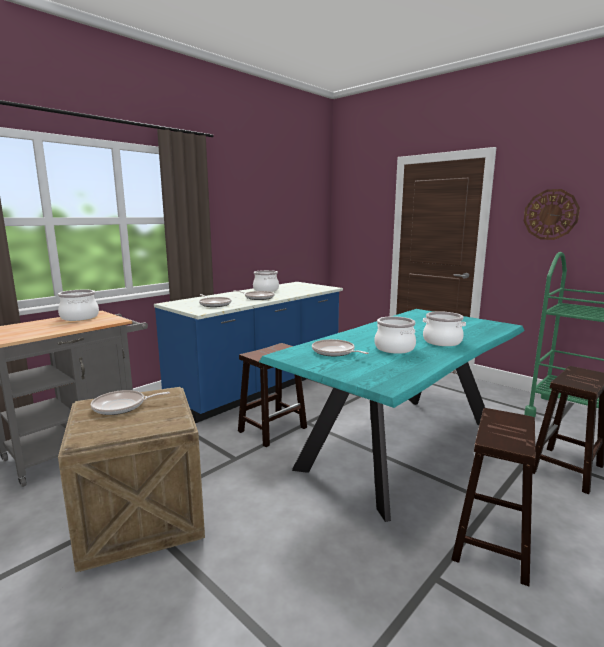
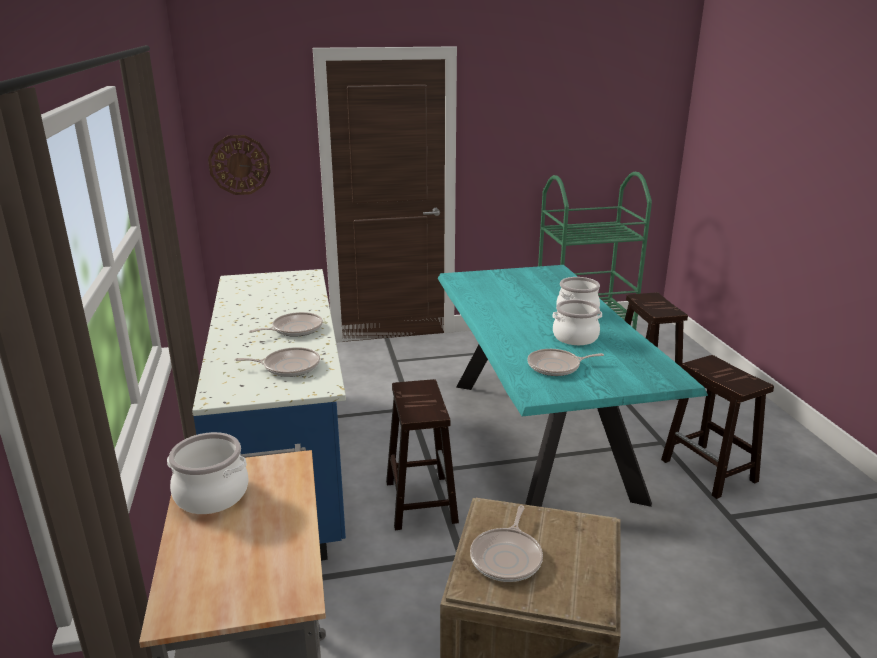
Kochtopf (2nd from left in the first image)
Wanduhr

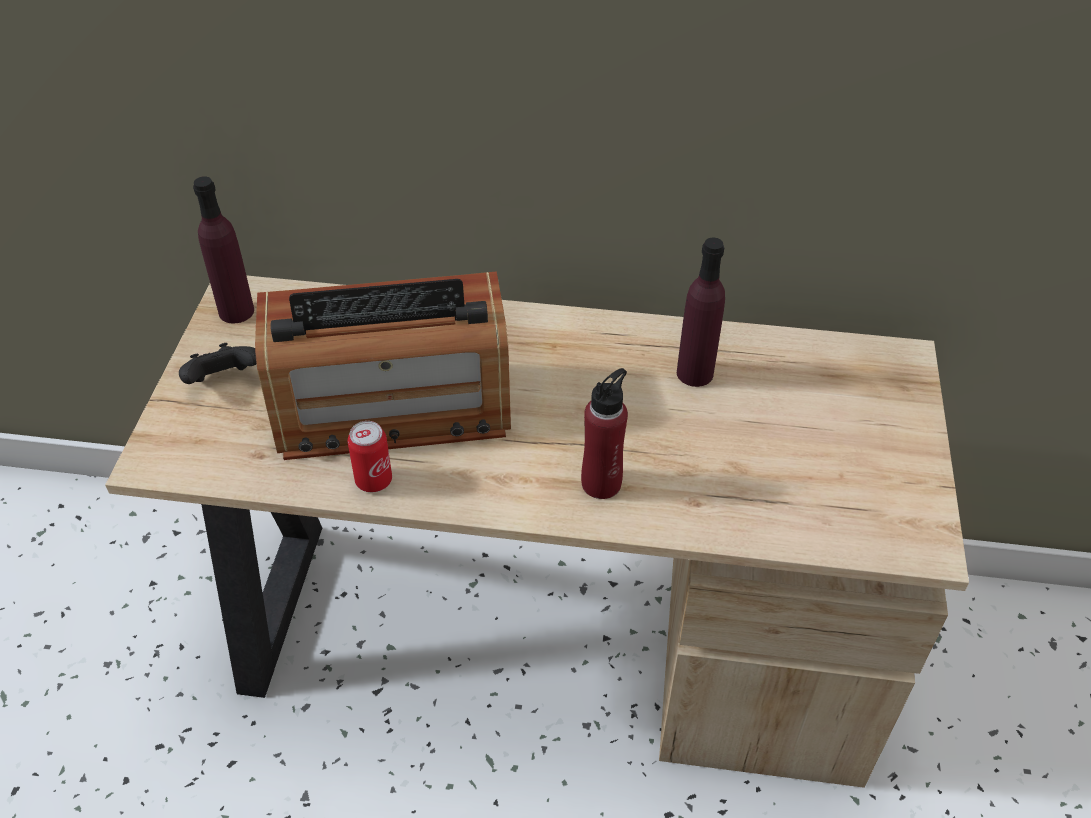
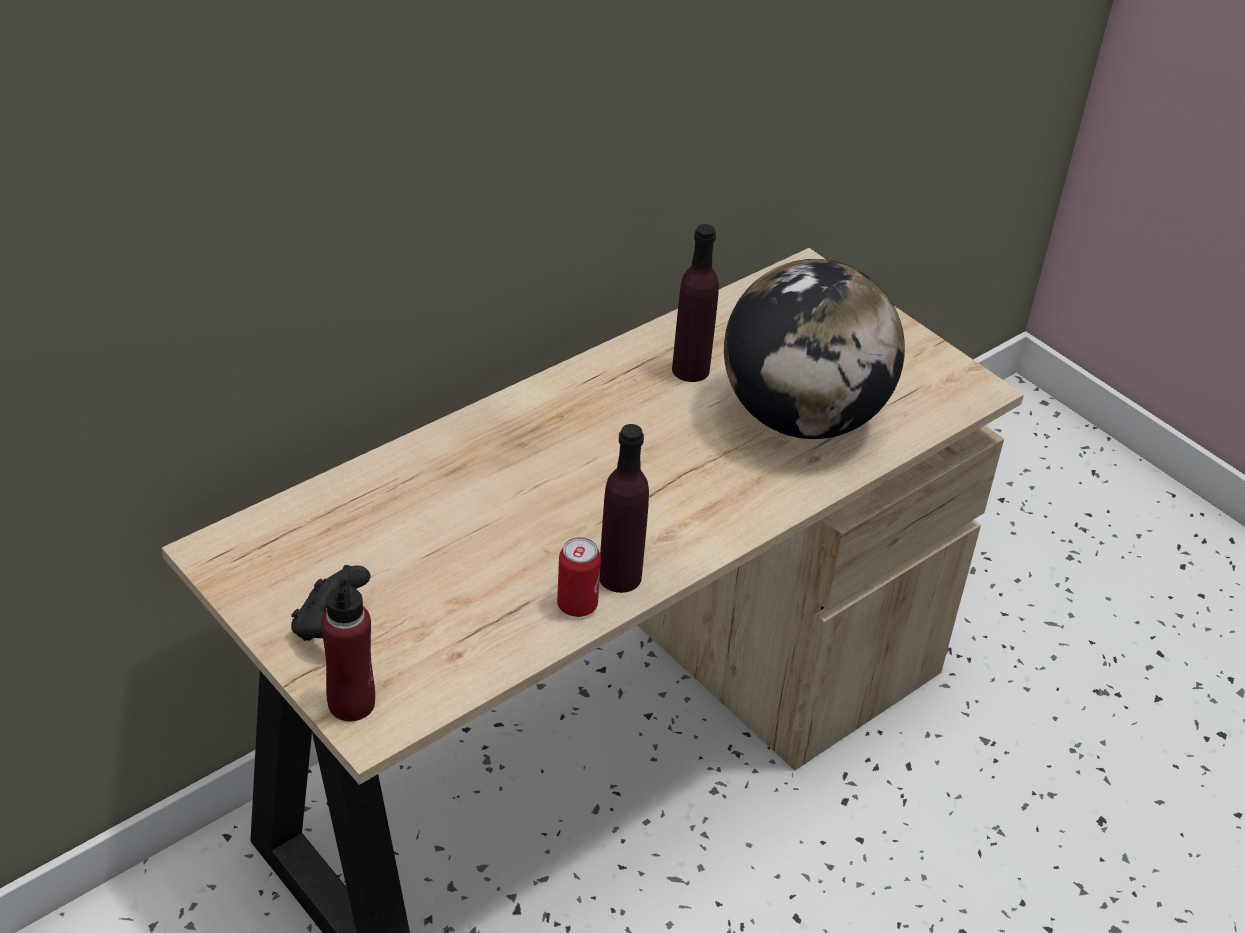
Flasche/lila (1st from left)
Radio
Flasche/rot
Globus

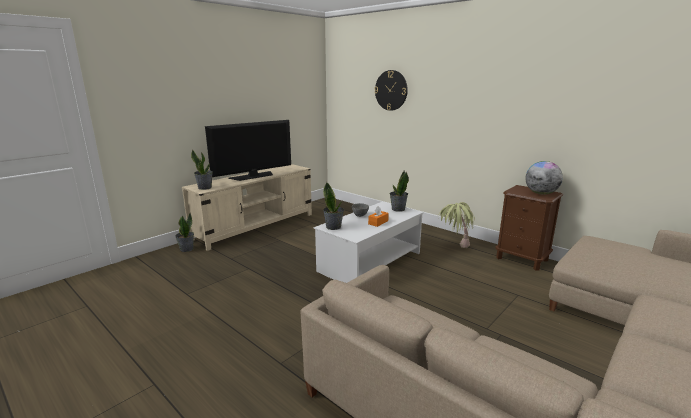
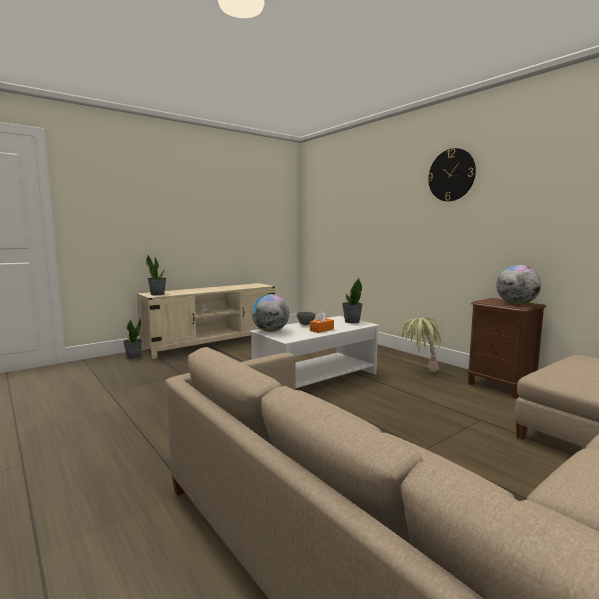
Fernseher
Globus (1st from left)
Wanduhr

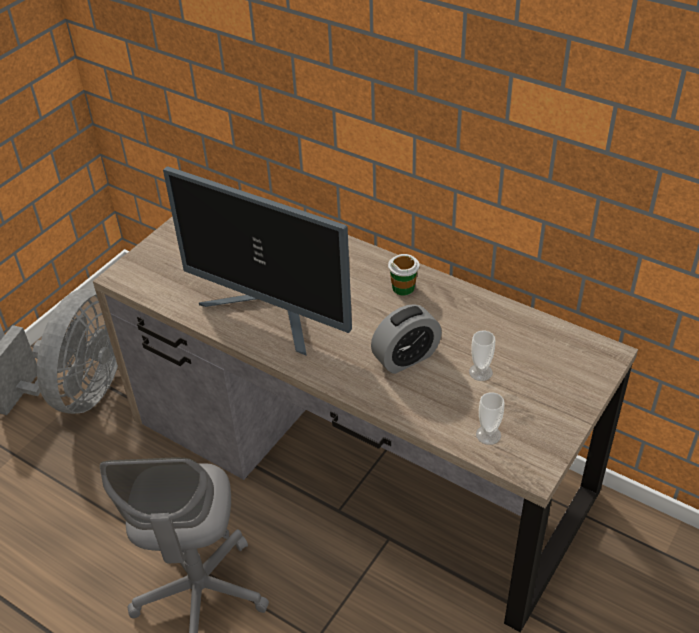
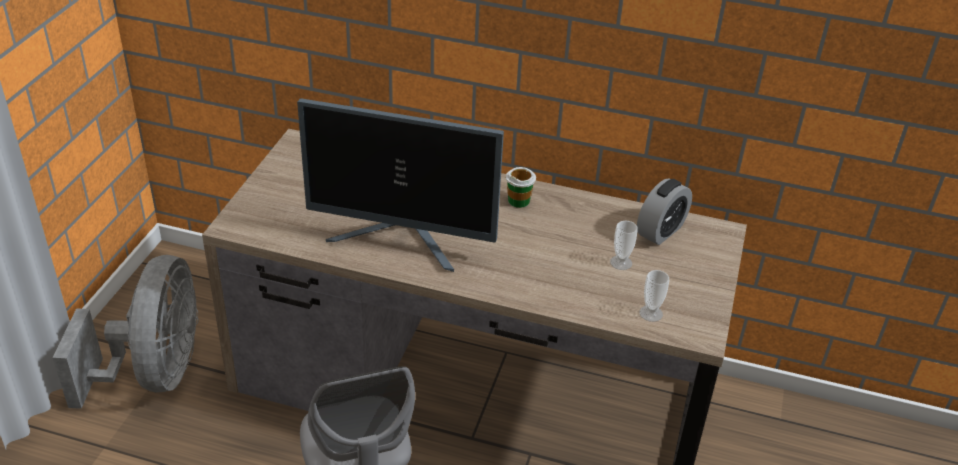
Wecker

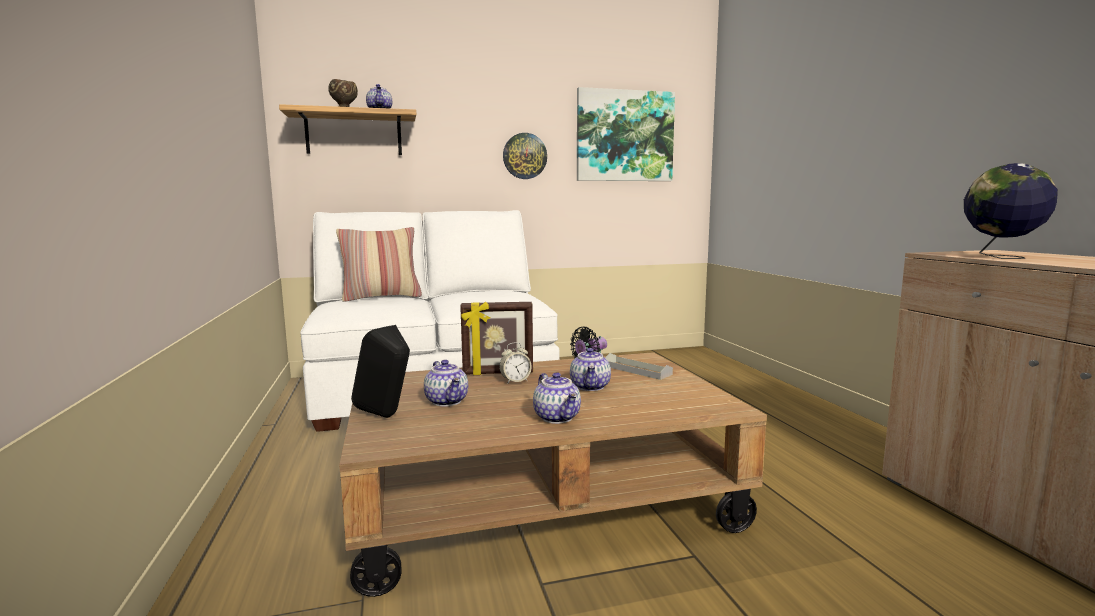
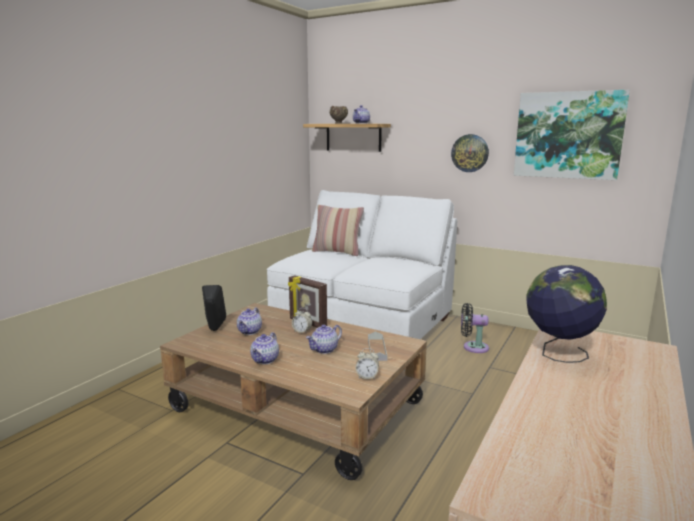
Wecker (2nd from left)

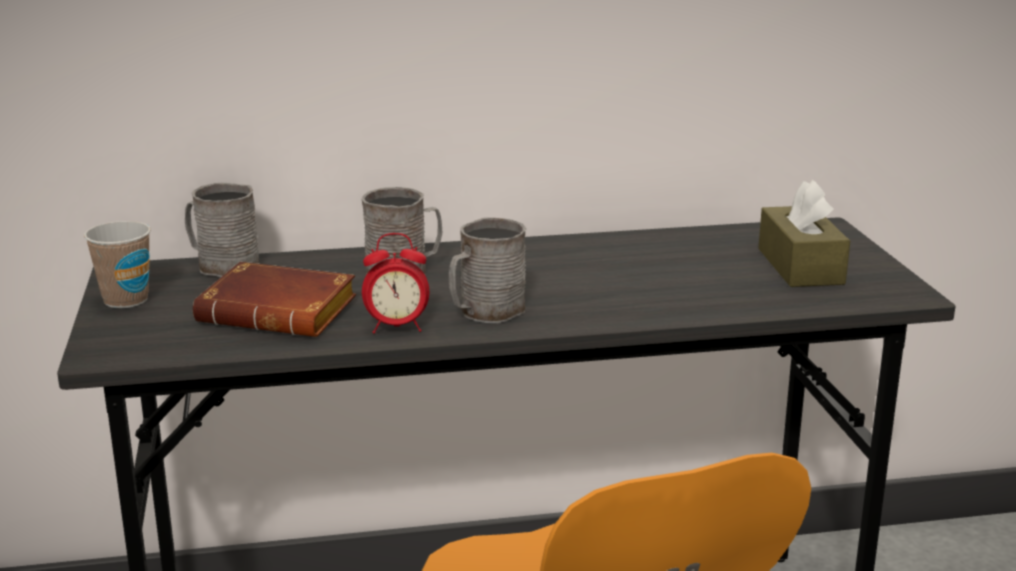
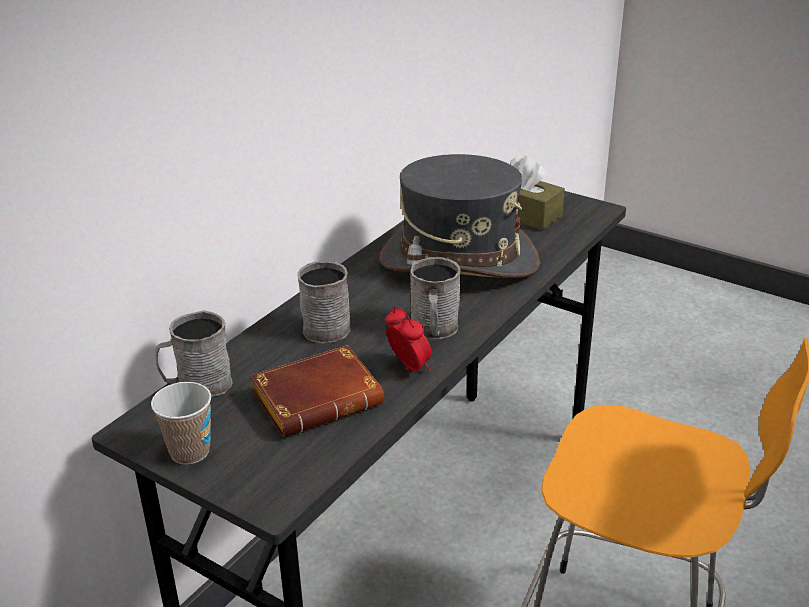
Wecker
Hut/grau

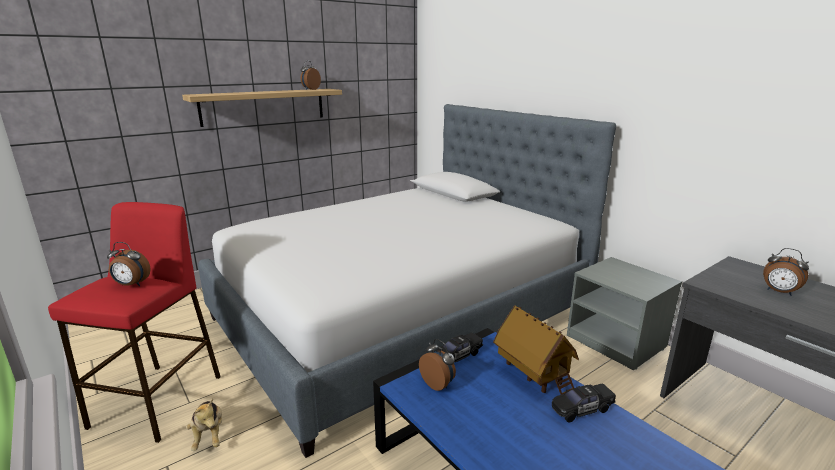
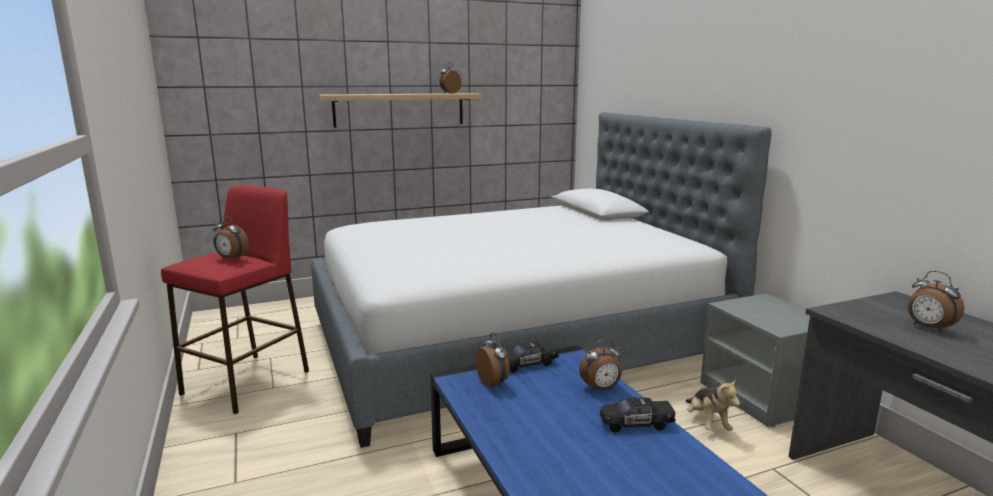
Plüschtier
Wecker (4th from left)

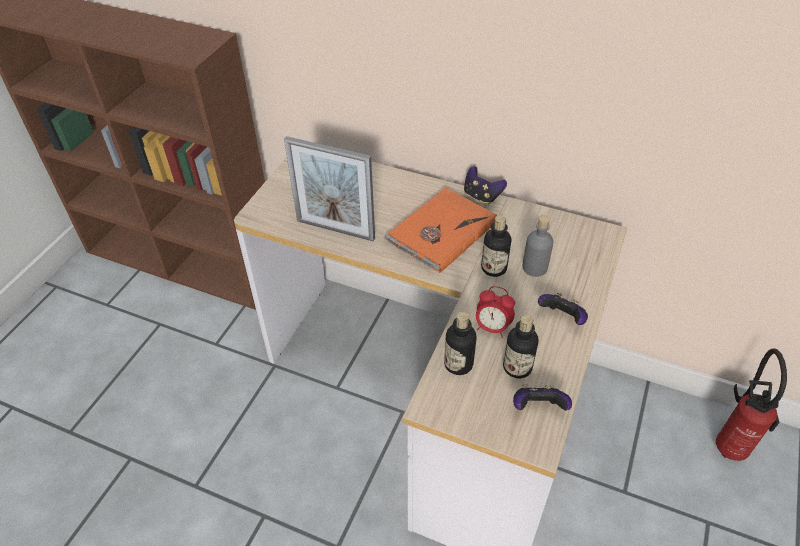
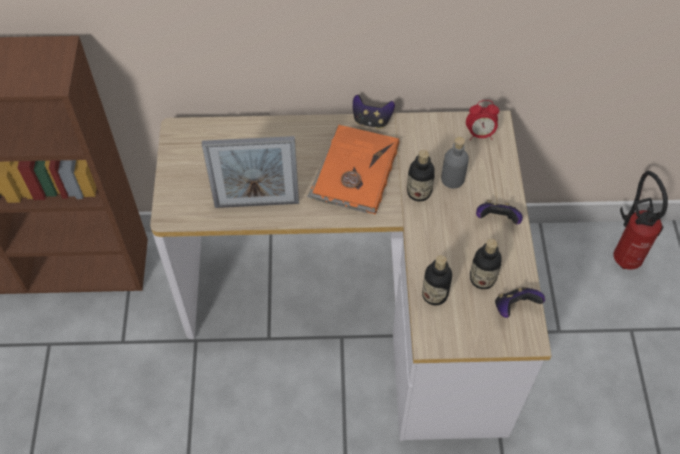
Wecker

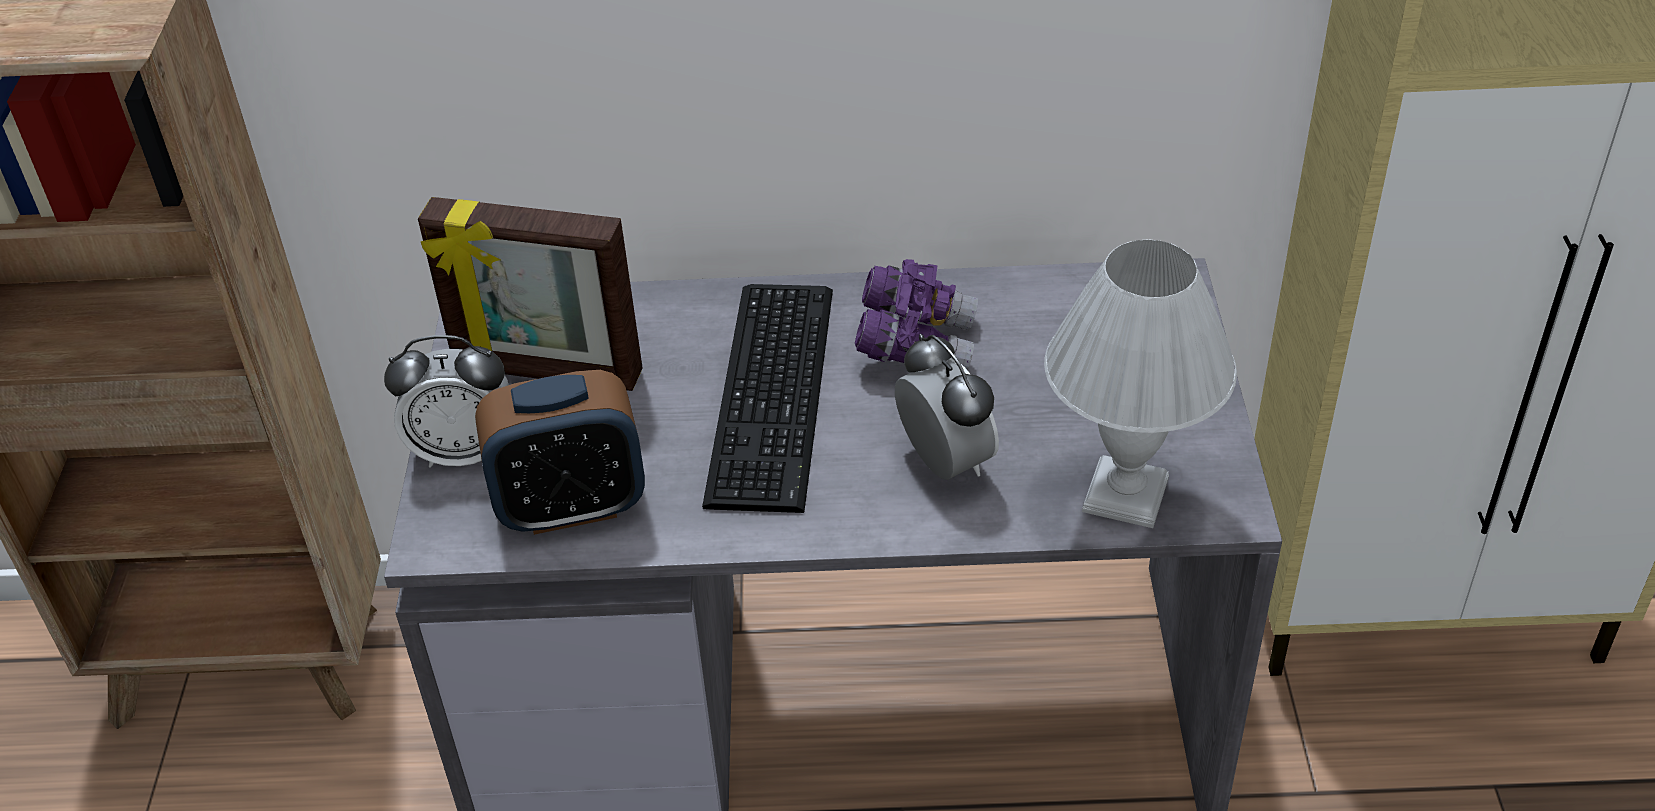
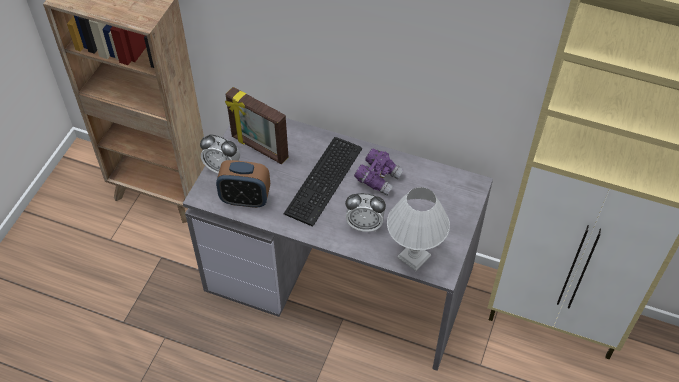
Wecker (3rd from left)

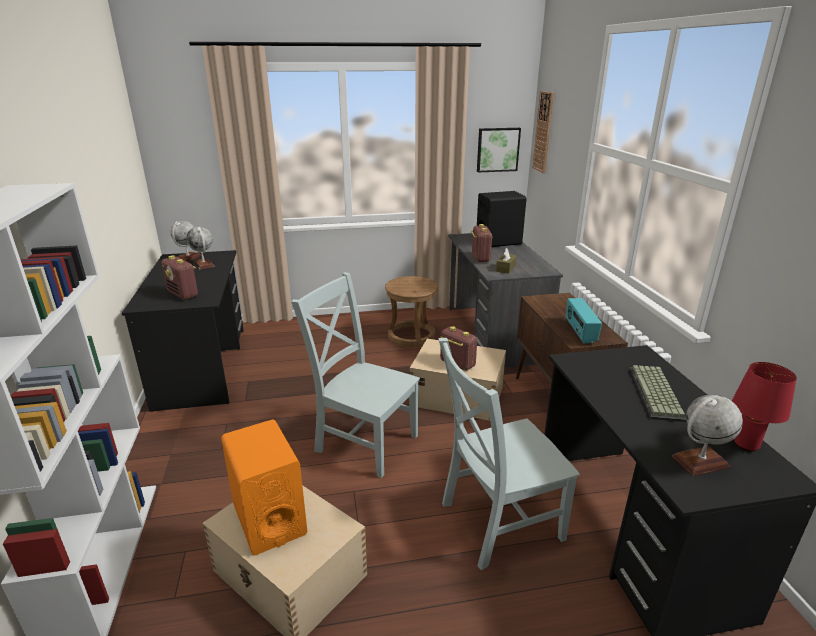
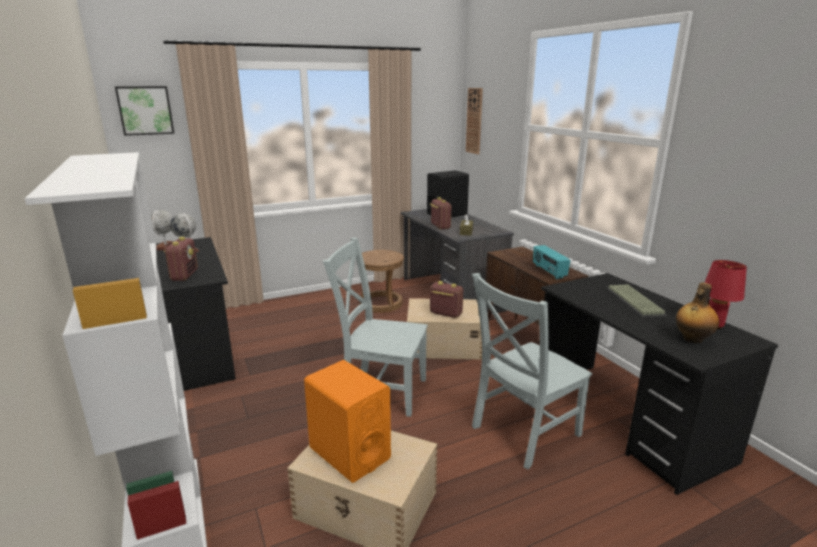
Radio (1st from left)
Bild
Flasche

